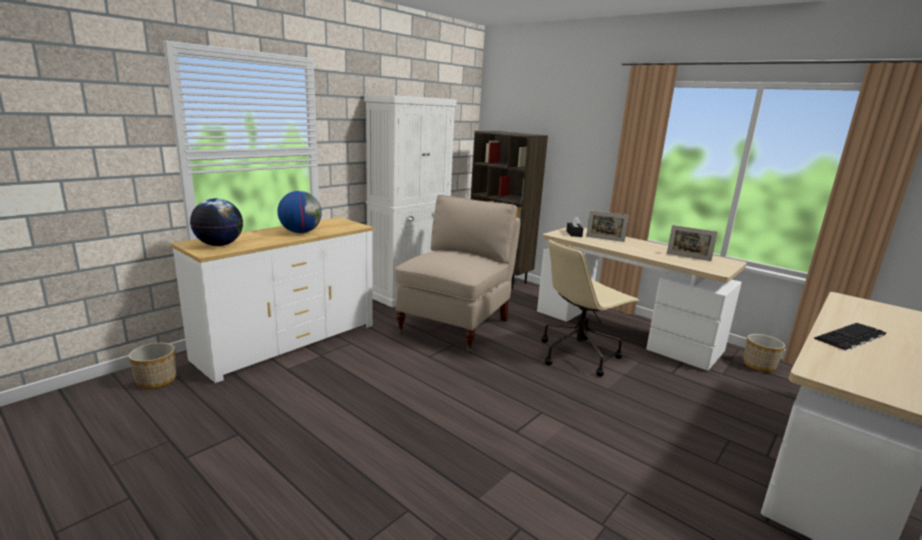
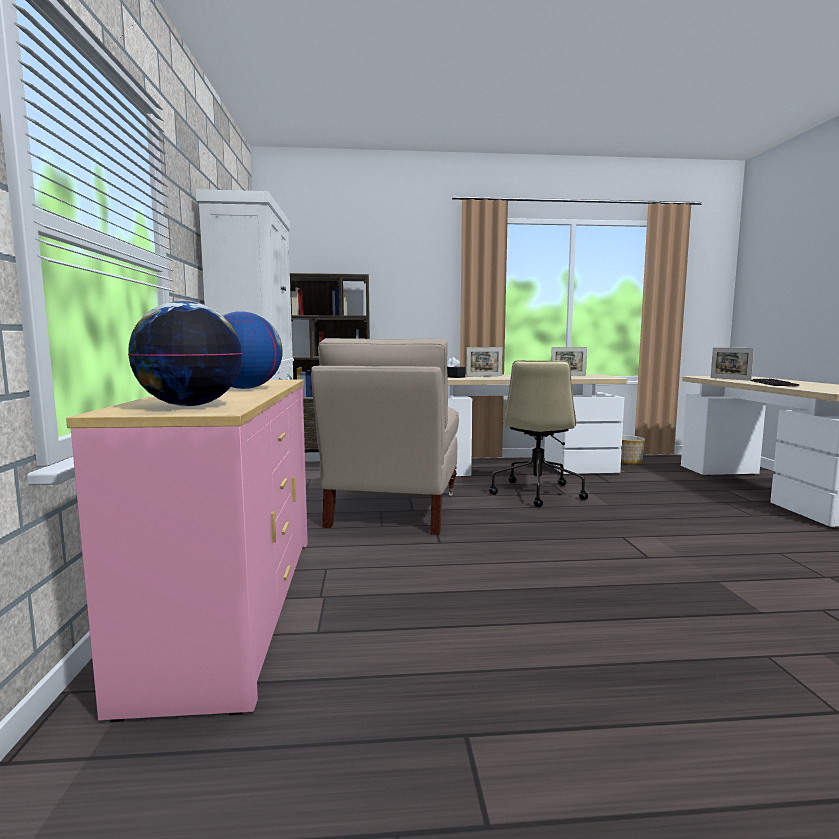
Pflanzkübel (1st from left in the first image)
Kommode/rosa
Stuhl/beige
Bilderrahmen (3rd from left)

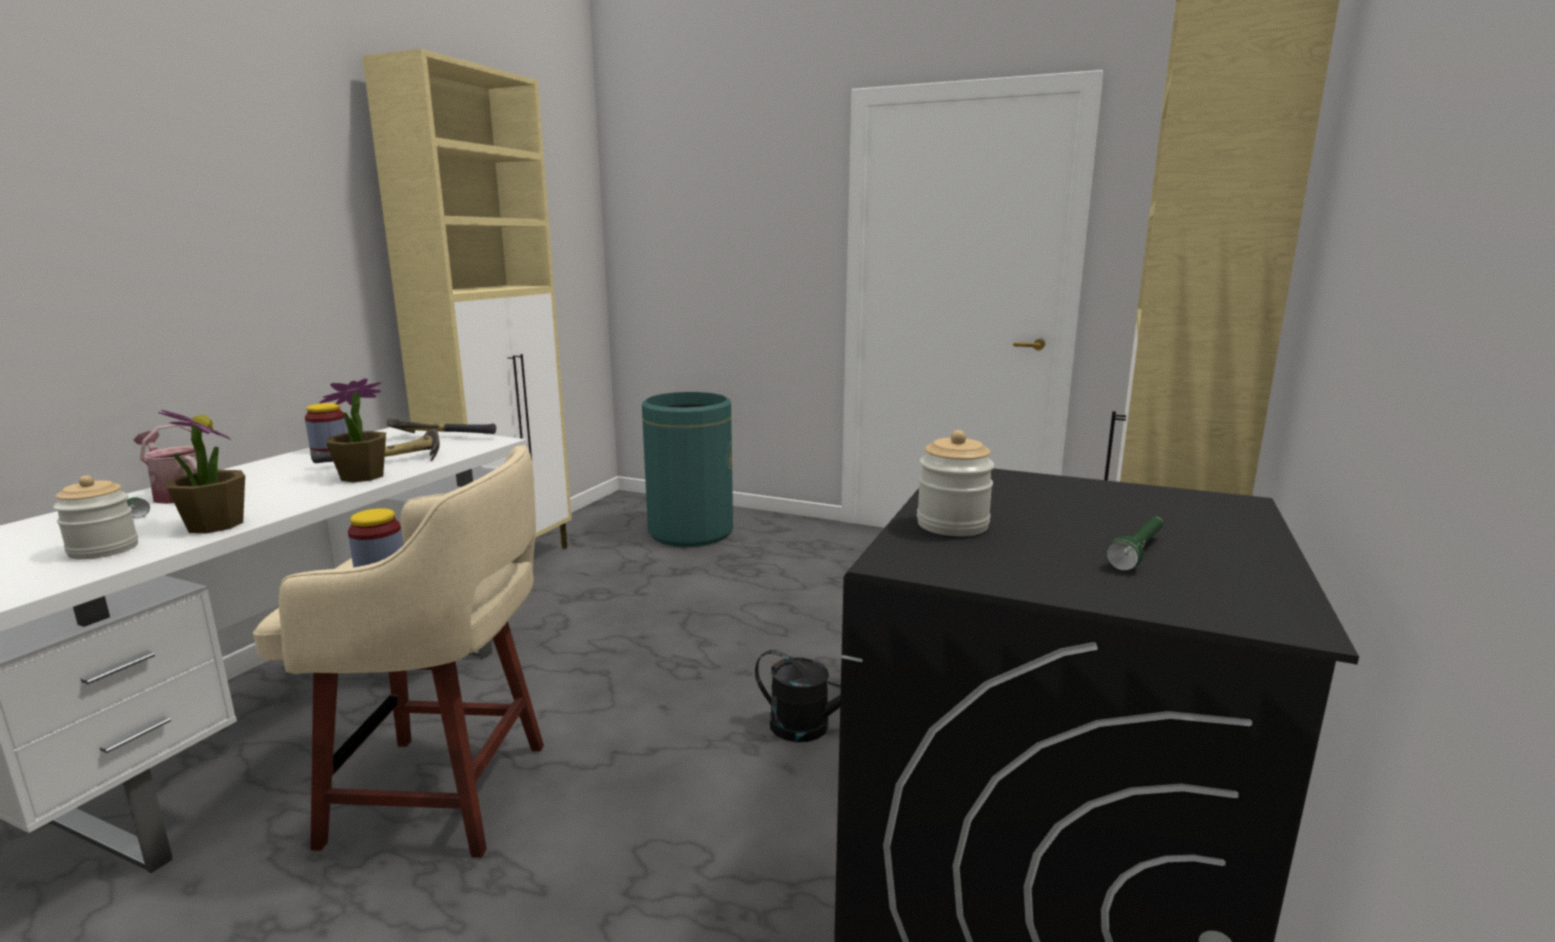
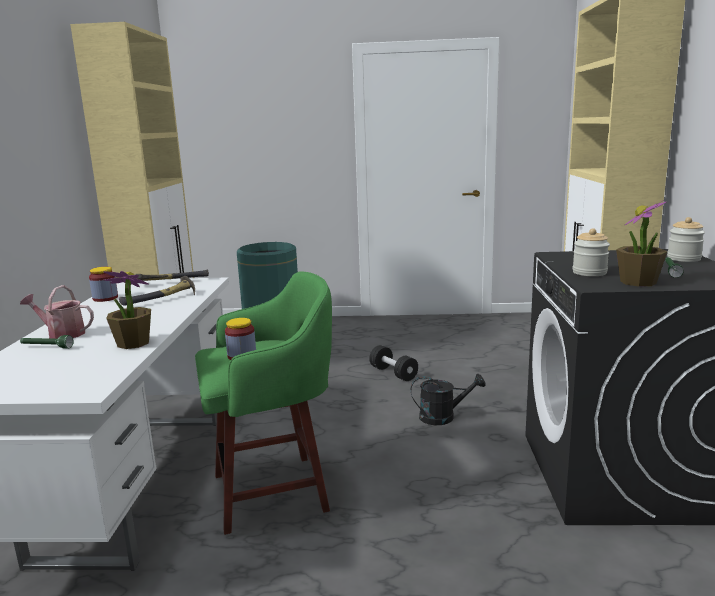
Vorratsglas (4th from left)
Hocker/grün
Topfpflanze (2nd from left)
Hantel/schwarz

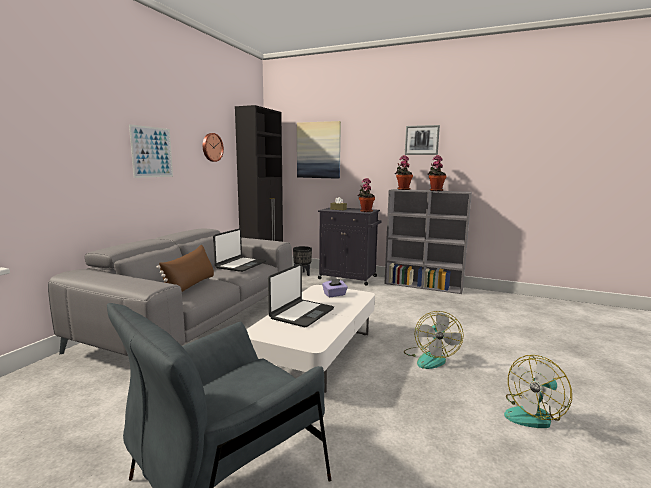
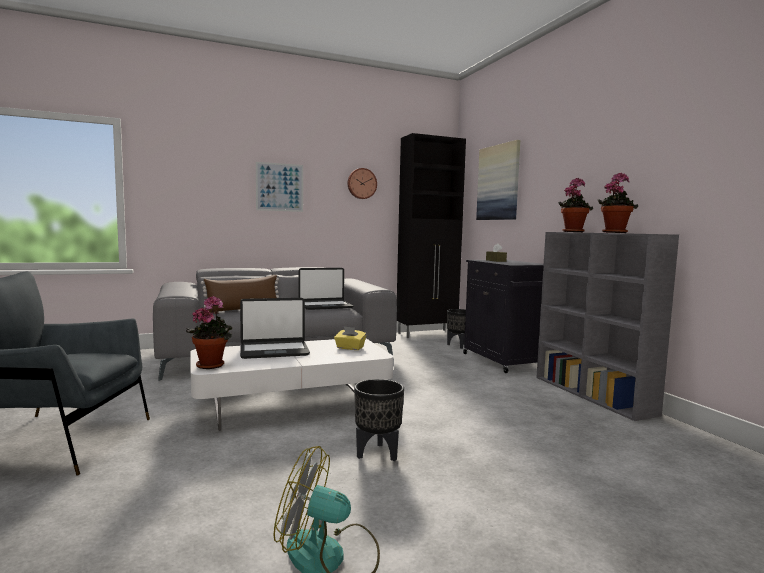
Taschentuchbox/gelb
Topfpflanze (1st from left)
Pflanzkübel/schwarz (1st from left)
Bild (3rd from left in the first image)

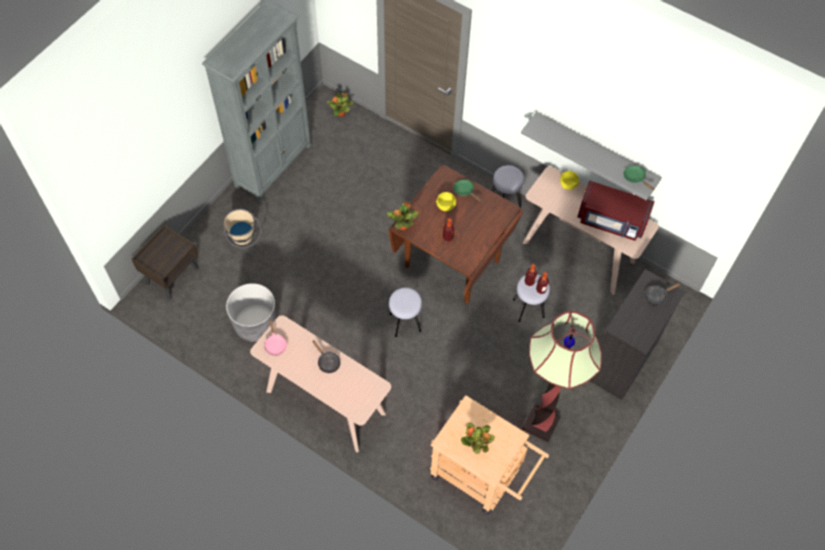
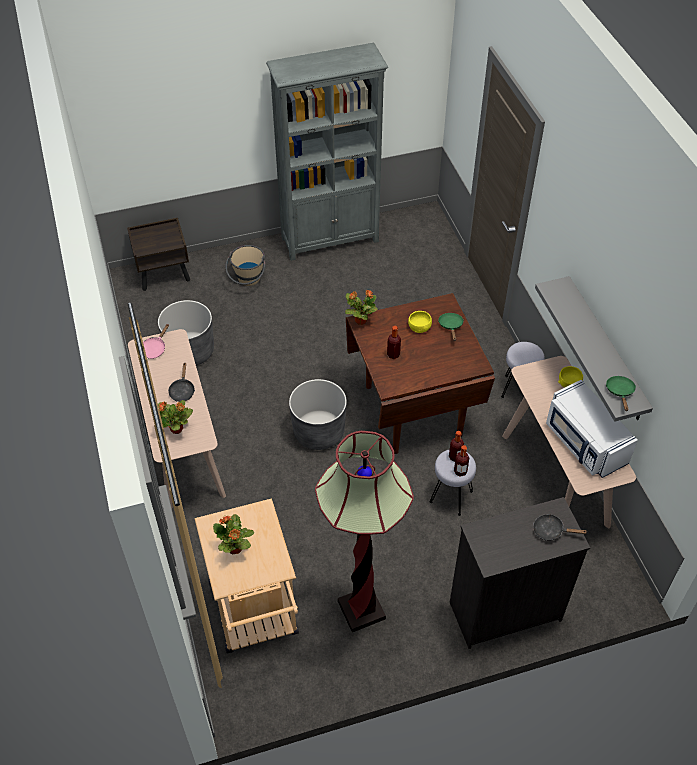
Topfpflanze (1st from left)
Pflanzkübel/grau (2nd from left)
Mikrowelle/weiß

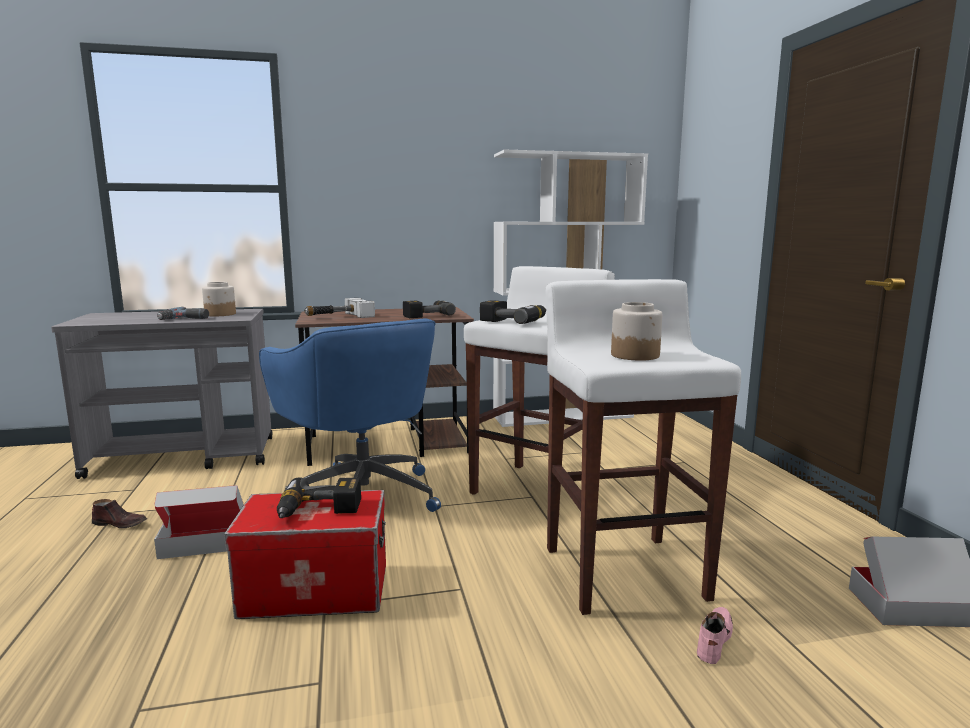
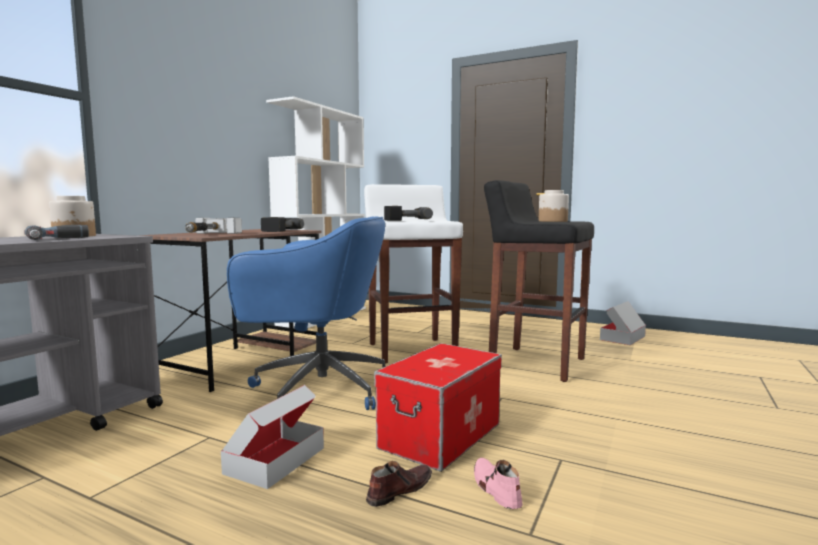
Schuh/braun
Bohrmaschine (2nd from left in the first image)
Hocker/schwarz
Schuh/rosa

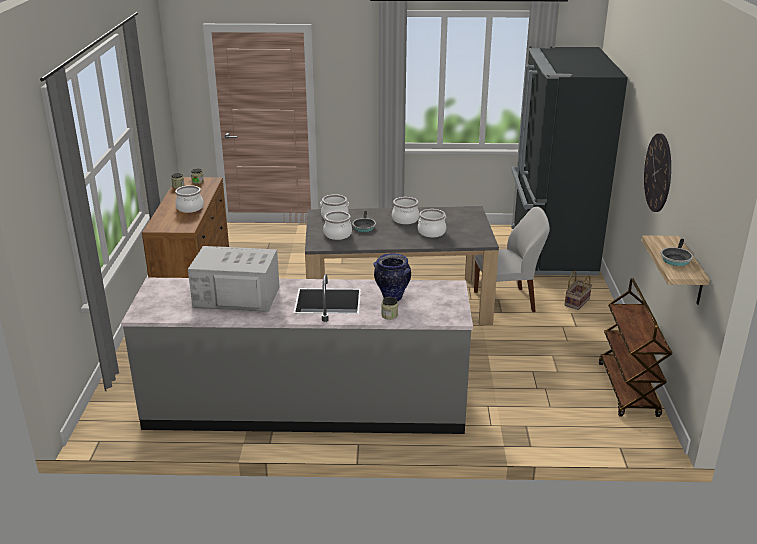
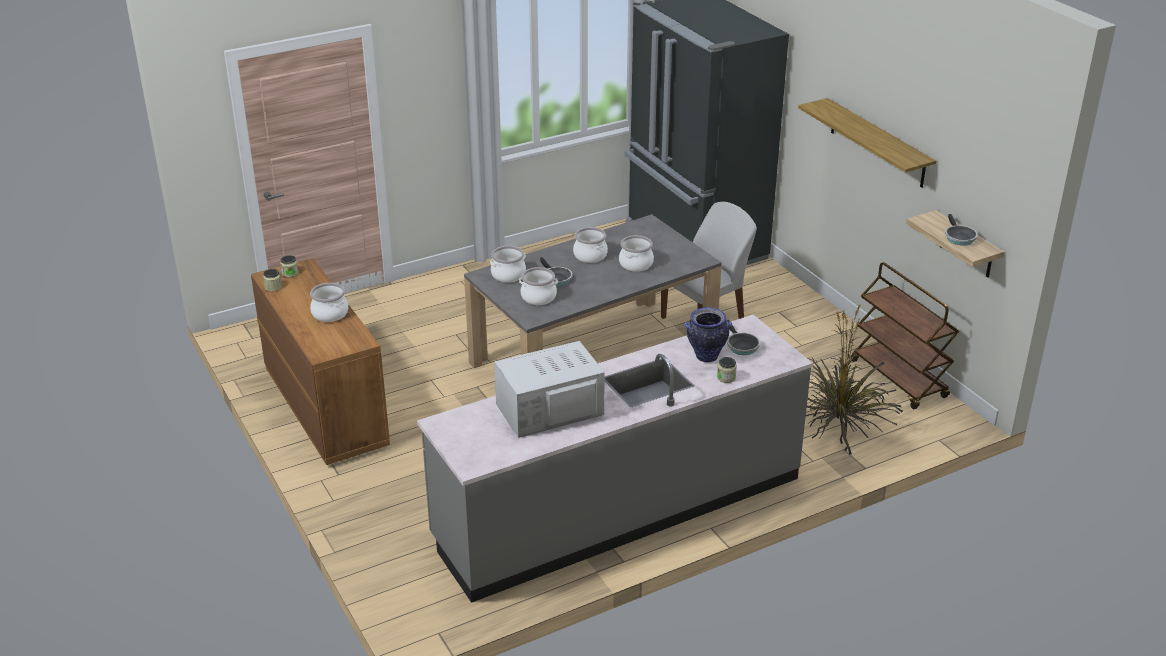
Korb
Wandregal (1st from left)
Pfanne (2nd from left)
Topfpflanze

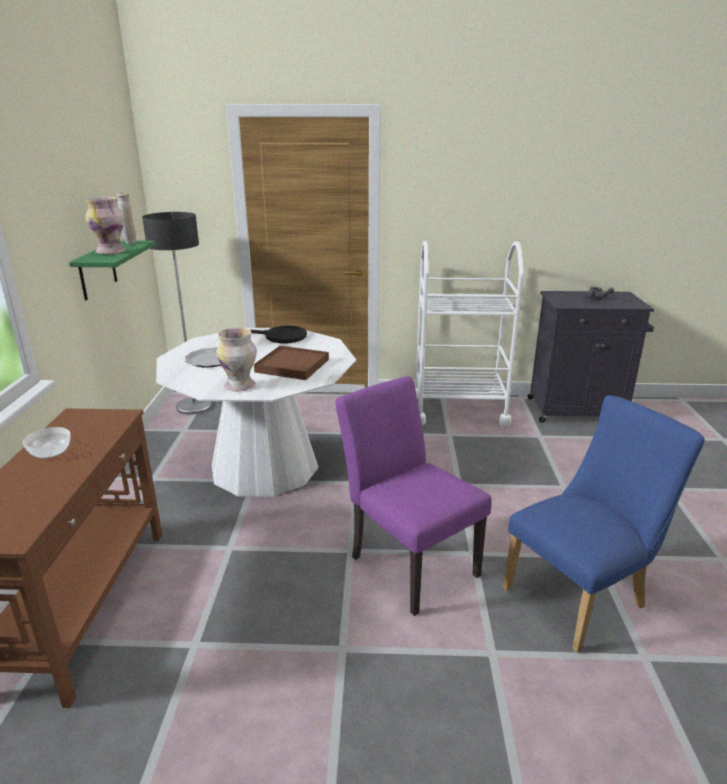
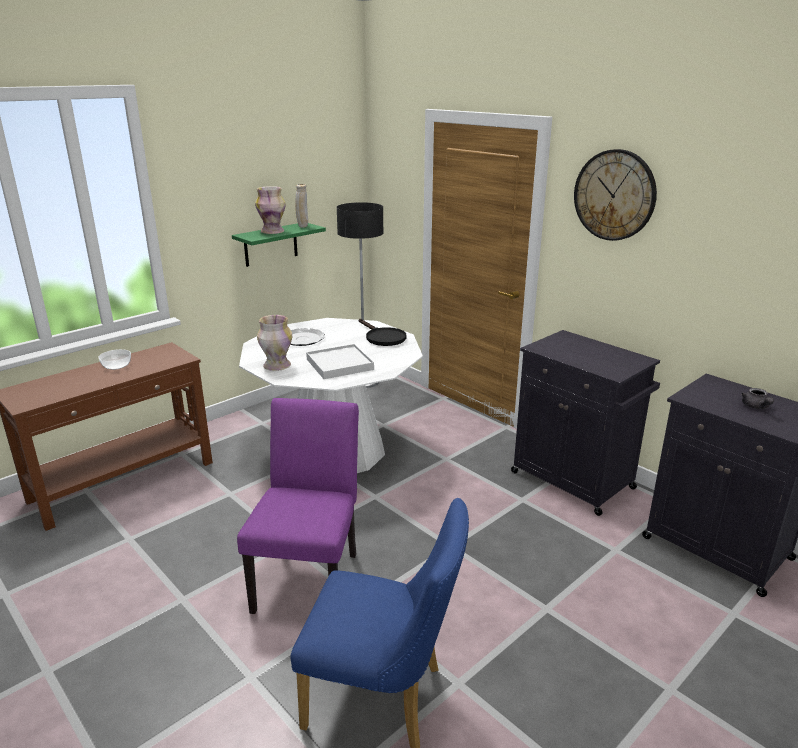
Tablett/weiß
Schrank/schwarz (1st from left)
Wanduhr

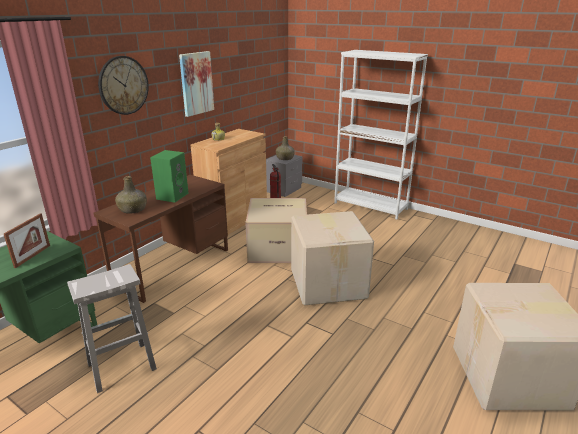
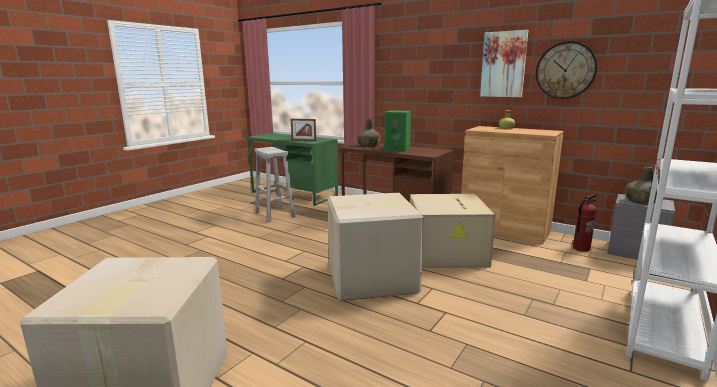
Wanduhr

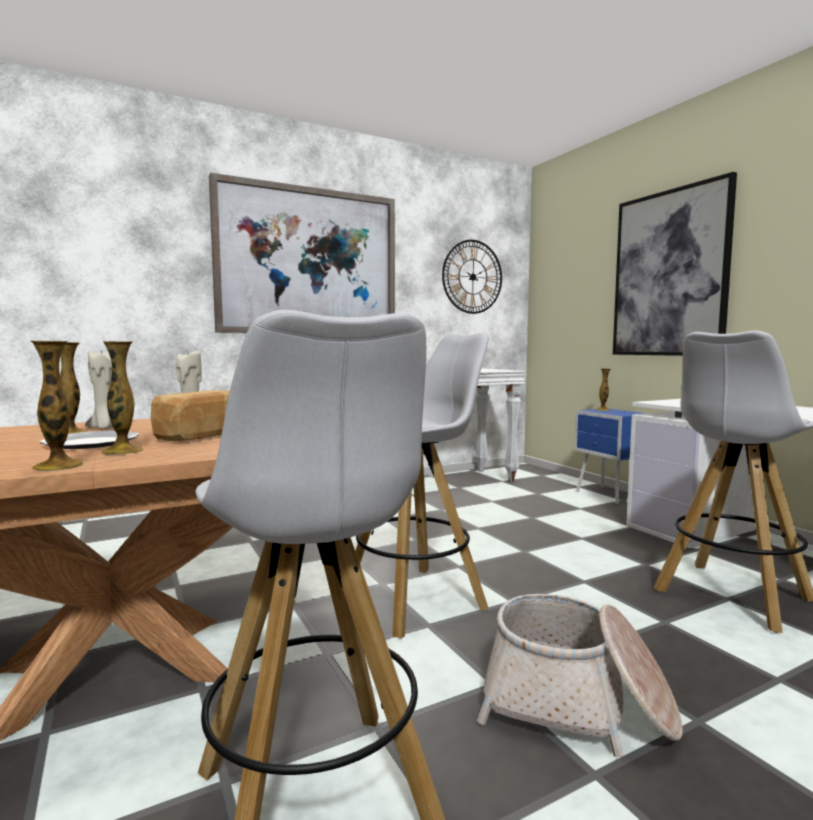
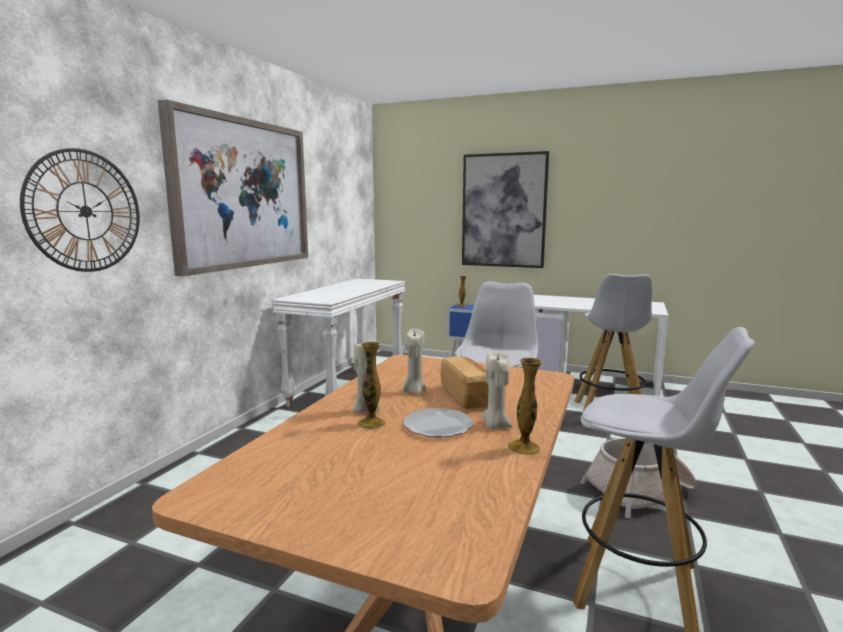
Kerze/beige (3rd from left)
Wanduhr

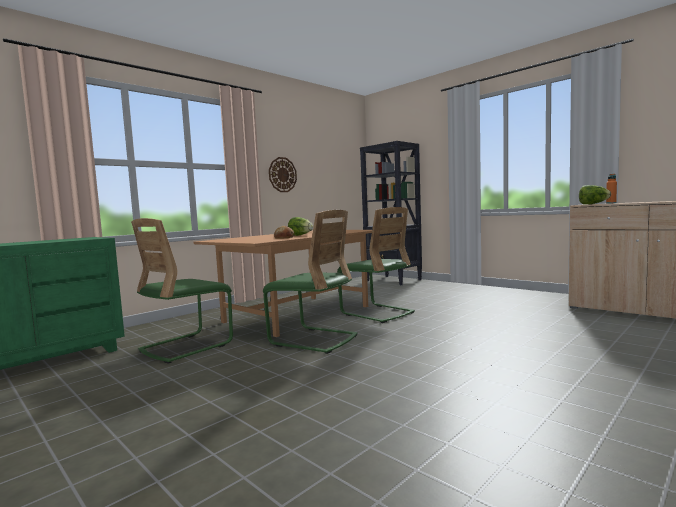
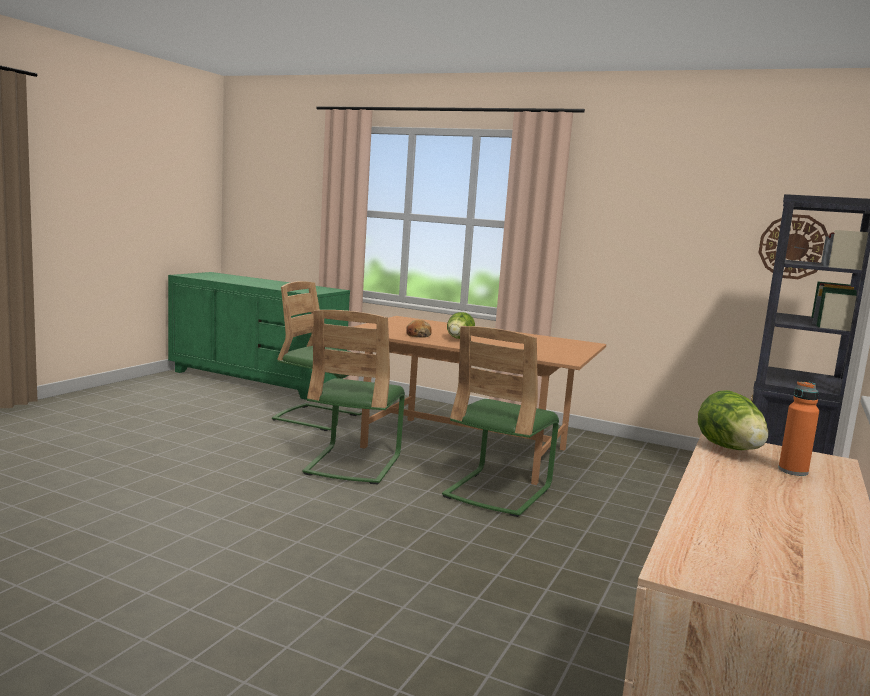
Wanduhr

